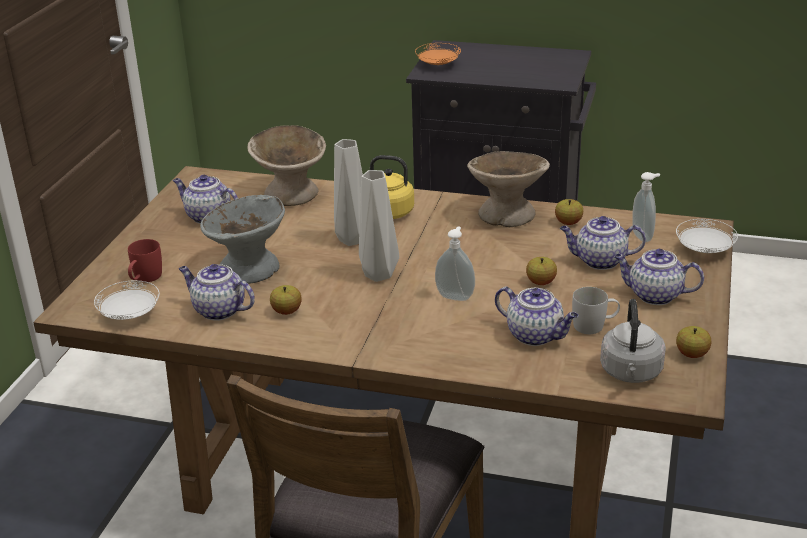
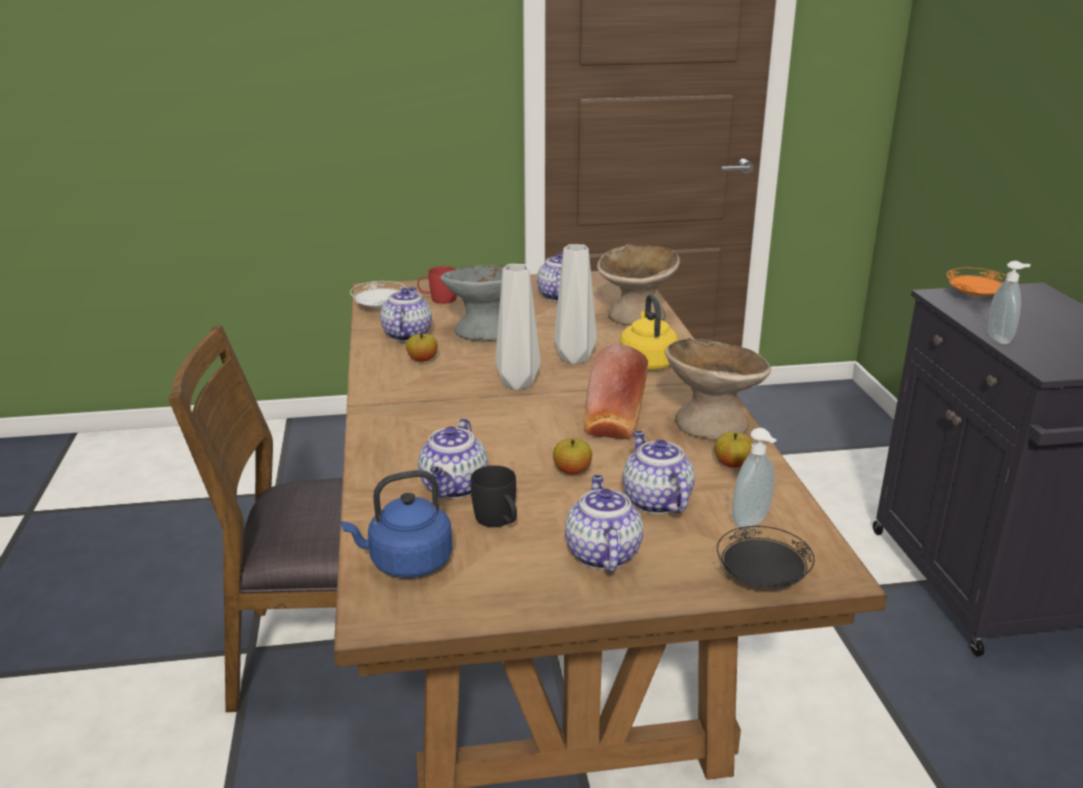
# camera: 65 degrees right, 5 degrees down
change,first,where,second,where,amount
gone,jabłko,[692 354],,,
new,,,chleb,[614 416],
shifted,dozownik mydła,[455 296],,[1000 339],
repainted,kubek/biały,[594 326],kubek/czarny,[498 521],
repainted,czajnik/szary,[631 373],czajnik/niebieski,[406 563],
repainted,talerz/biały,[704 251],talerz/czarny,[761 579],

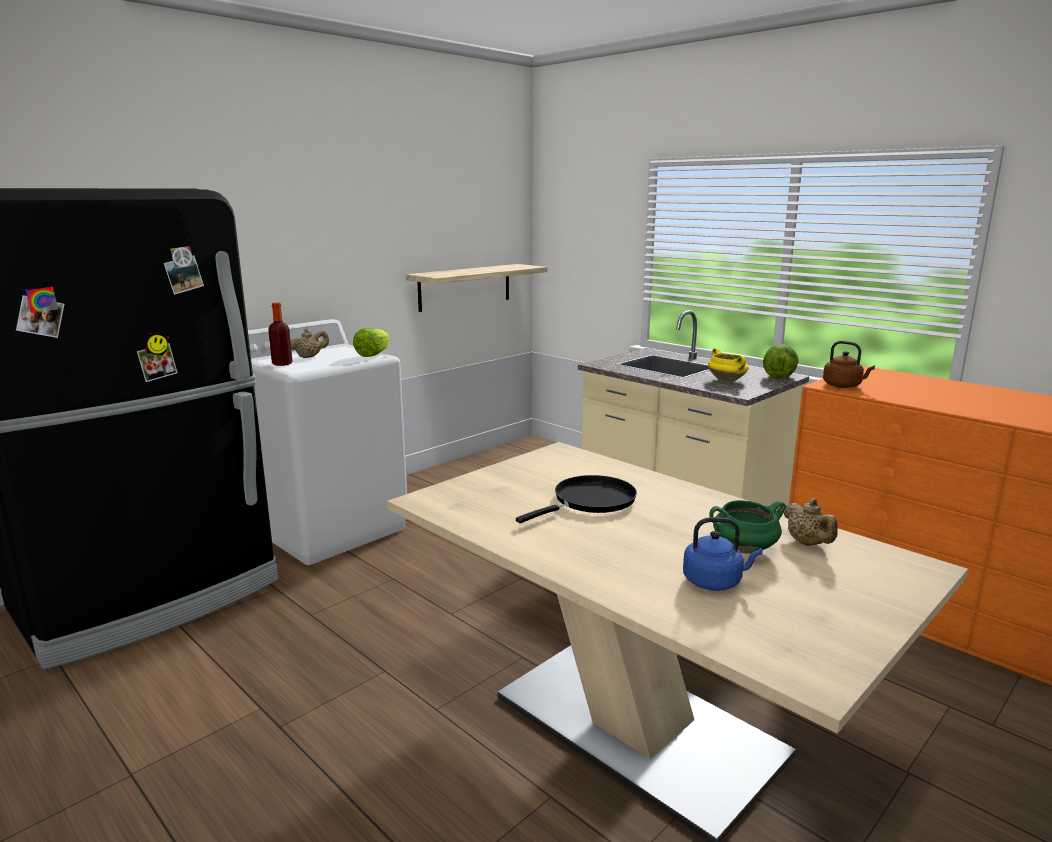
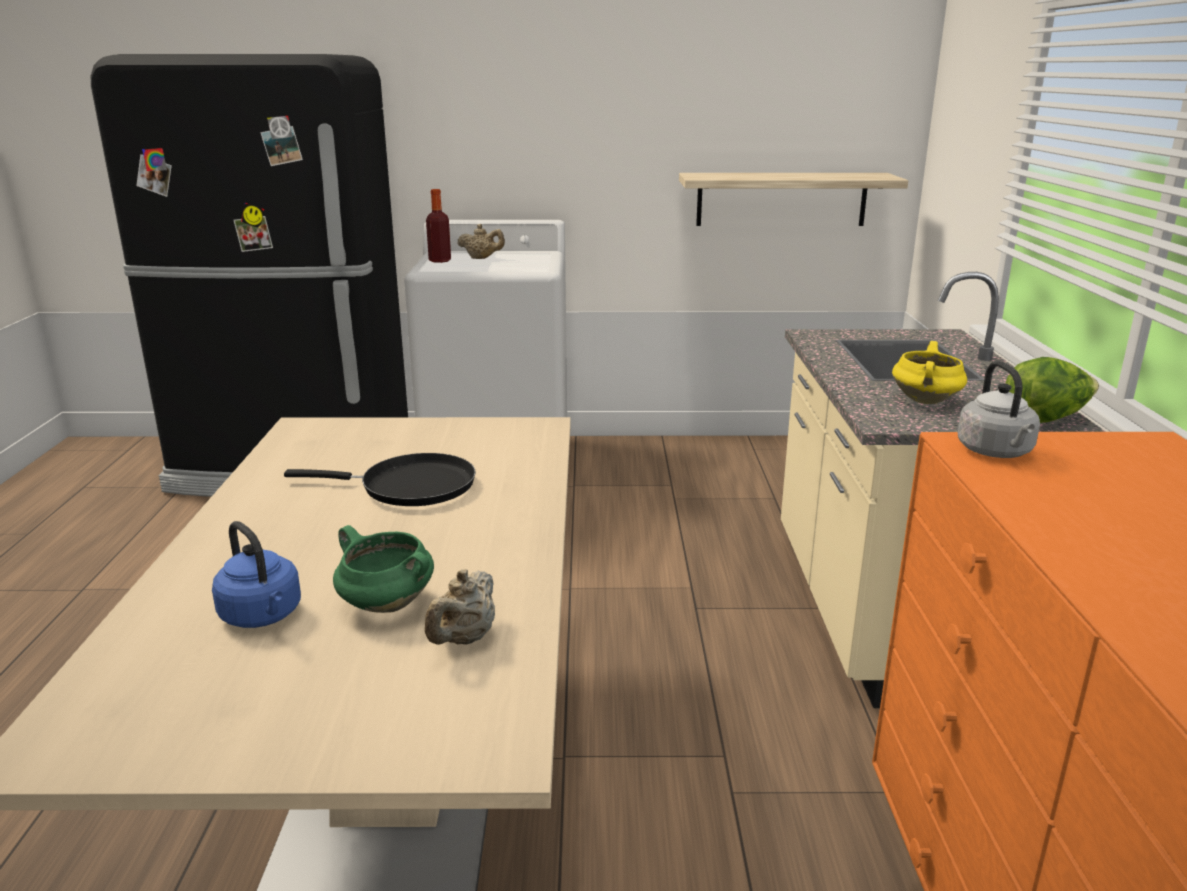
# camera: 45 degrees right, 5 degrees up
change,first,where,second,where,amount
gone,sałata,[373 354],,,
repainted,czajnik/brązowy,[844 386],czajnik/szary,[996 452],

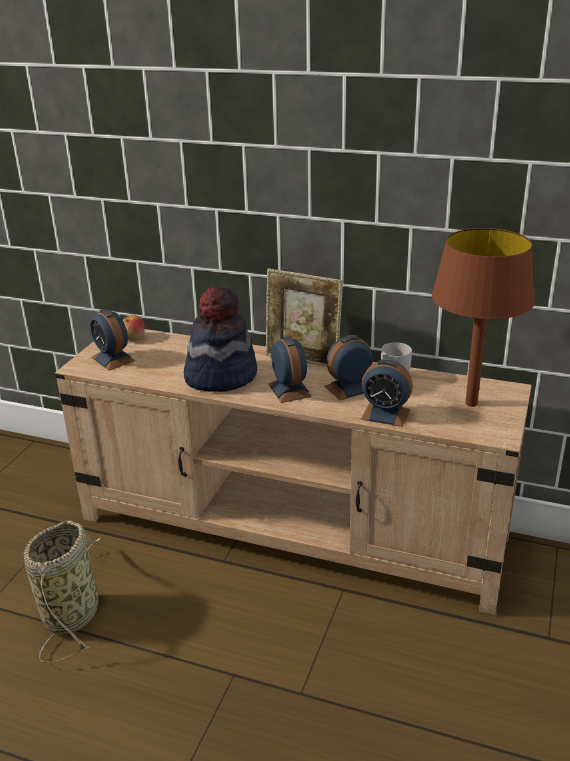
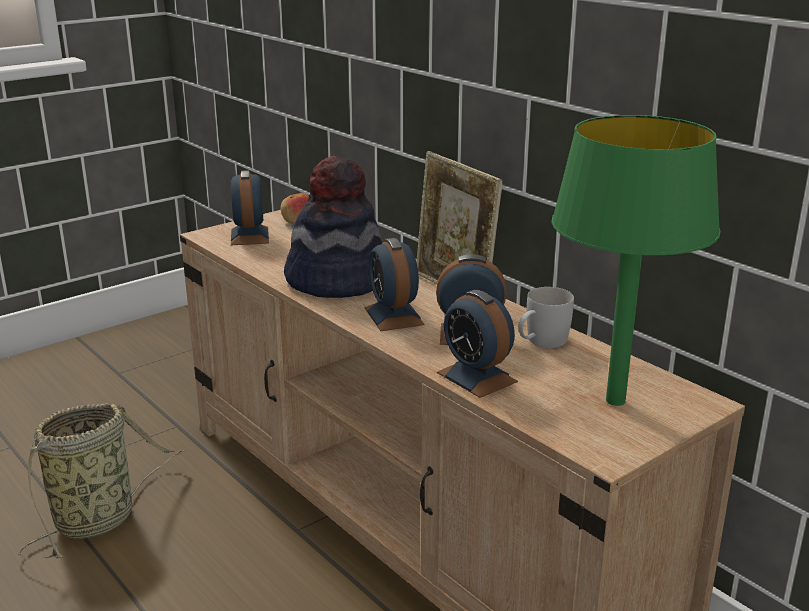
# camera: 30 degrees right, 5 degrees down
change,first,where,second,where,amount
repainted,lampa stołowa/brązowy,[471 403],lampa stołowa/zielony,[616 401],
rotated,budzik,[289 390],,[393 316],150 degrees clockwise

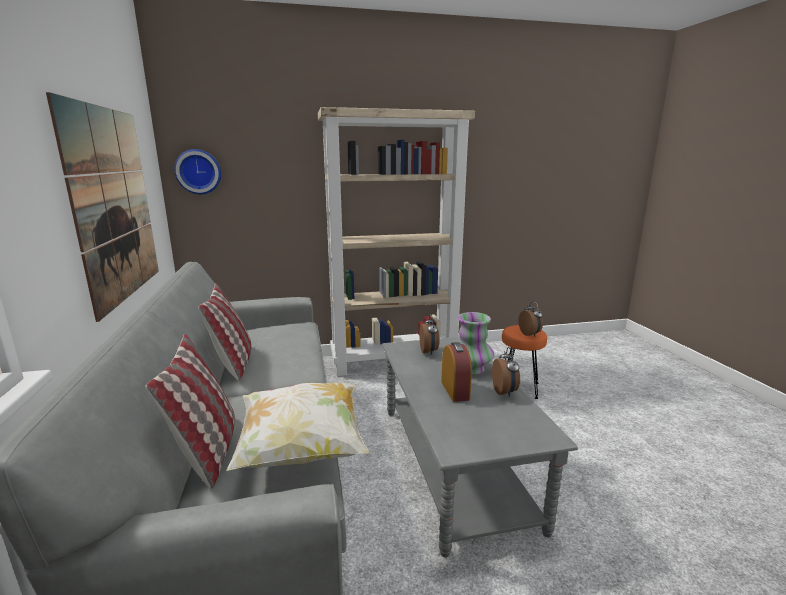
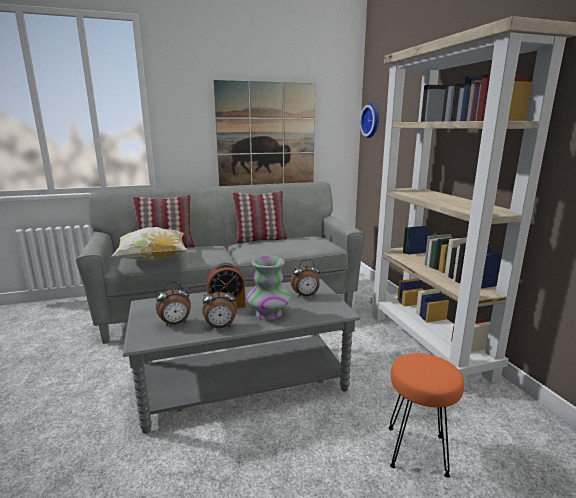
# camera: 85 degrees right, 0 degrees up
change,first,where,second,where,amount
shifted,budzik,[530 334],,[175 324],

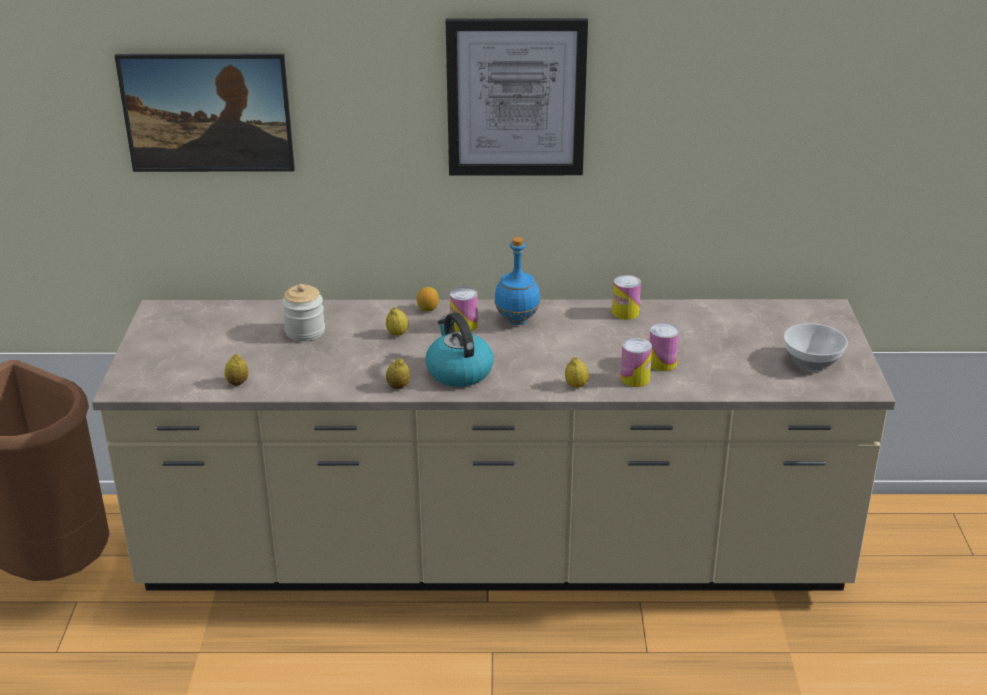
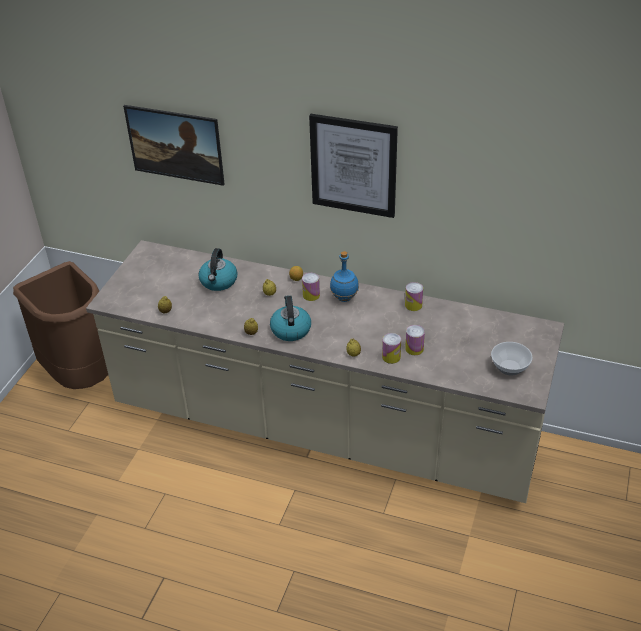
# camera: 20 degrees right, 10 degrees up
change,first,where,second,where,amount
swapped,słoik,[305 332],czajnik,[218 282],

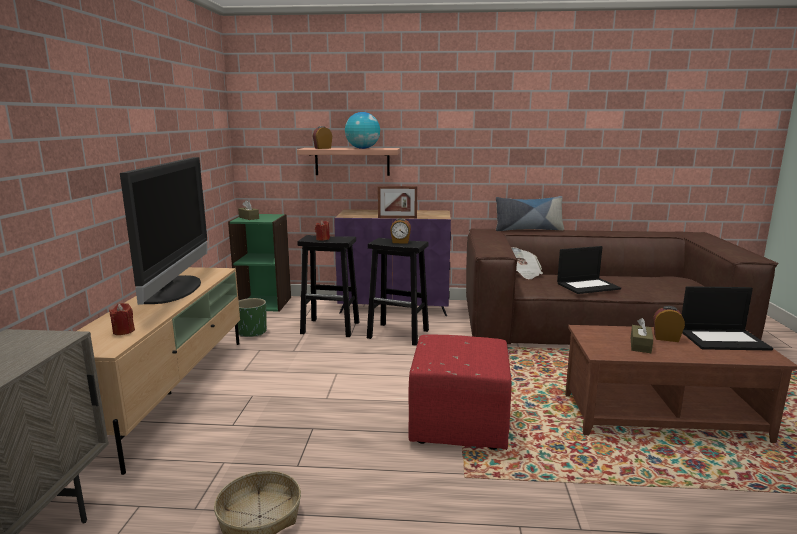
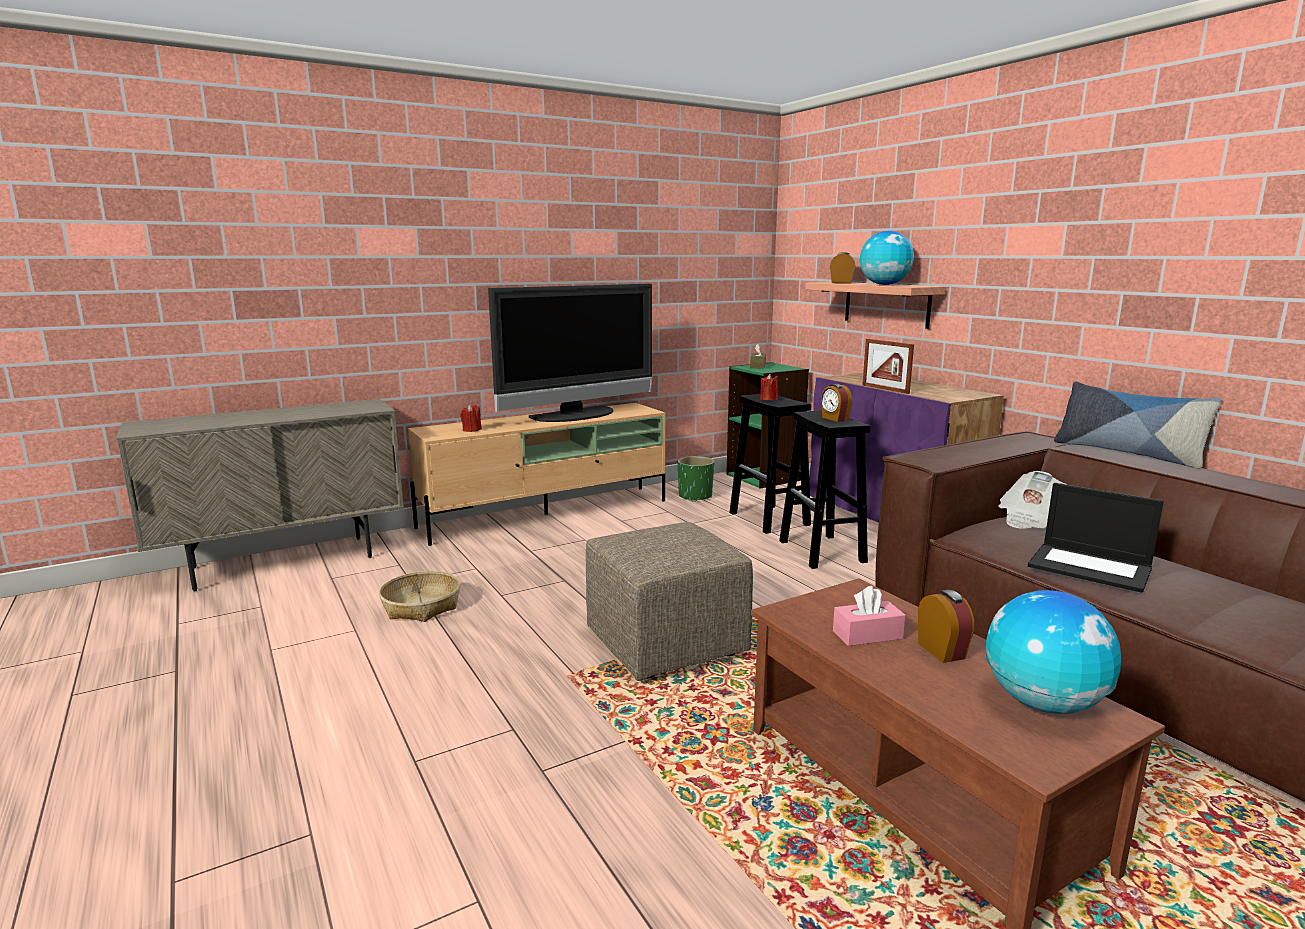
# camera: 55 degrees right, 0 degrees up
change,first,where,second,where,amount
swapped,laptop,[723 339],globus,[1043 703],
repainted,pufa/czerwony,[458 424],pufa/beżowy,[667 643],
repainted,pudełko chusteczek/brązowy,[640 345],pudełko chusteczek/różowy,[867 635],

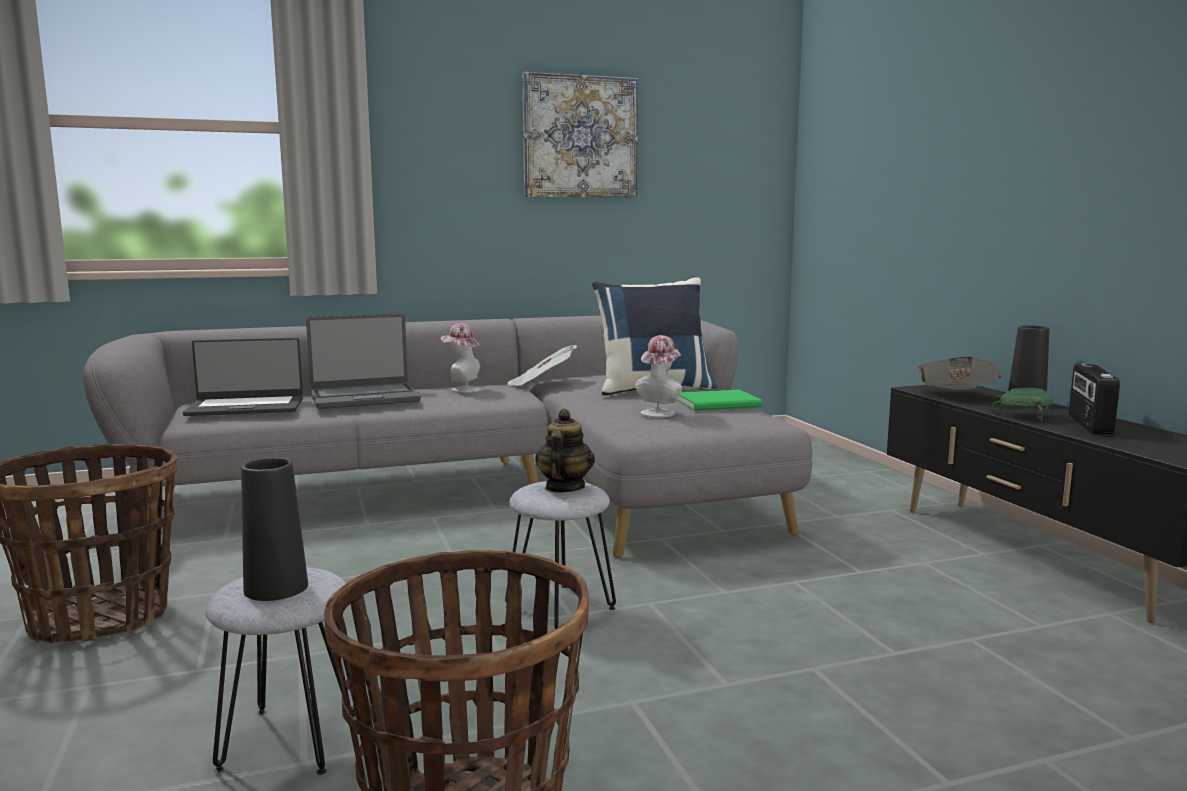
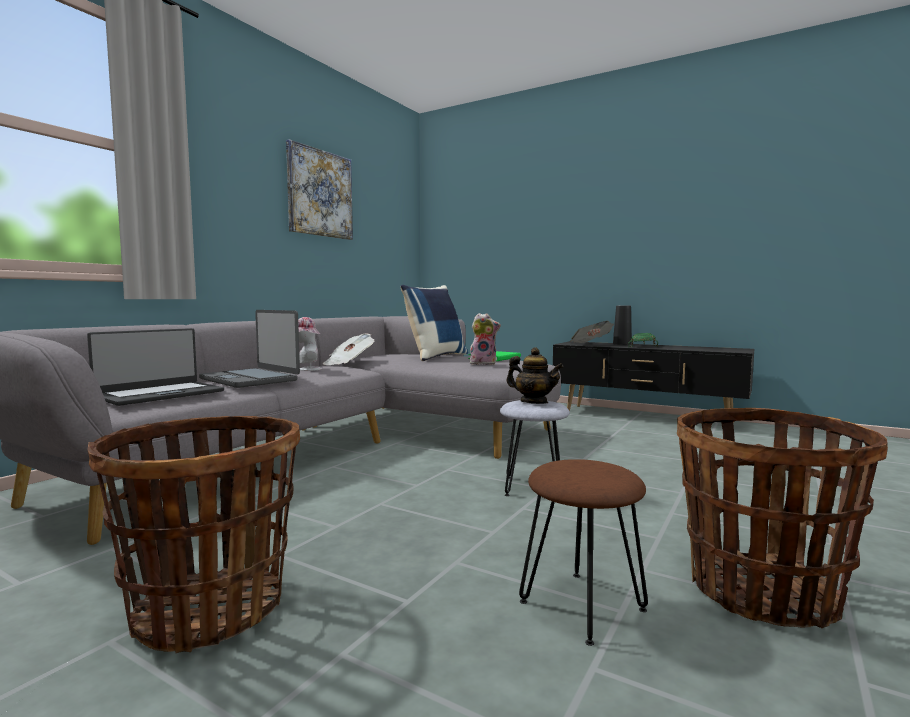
# camera: 40 degrees left, 5 degrees down
change,first,where,second,where,amount
gone,wazon/czarny,[276 588],,,
gone,radio,[1088 424],,,
swapped,kapelusz,[660 412],pluszak,[483 363],
repainted,stołek/szary,[288 740],stołek/brązowy,[581 606],
rotated,laptop,[364 398],,[250 379],105 degrees clockwise
rotated,imbryk,[564 488],,[534 402],150 degrees clockwise

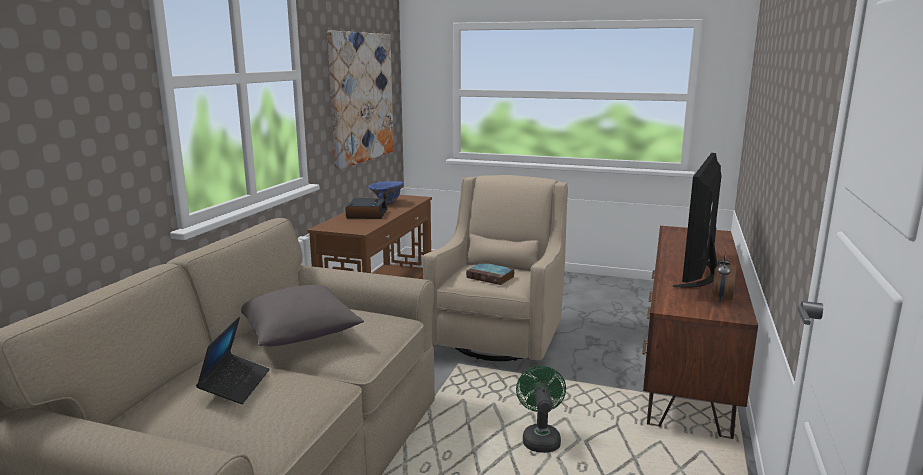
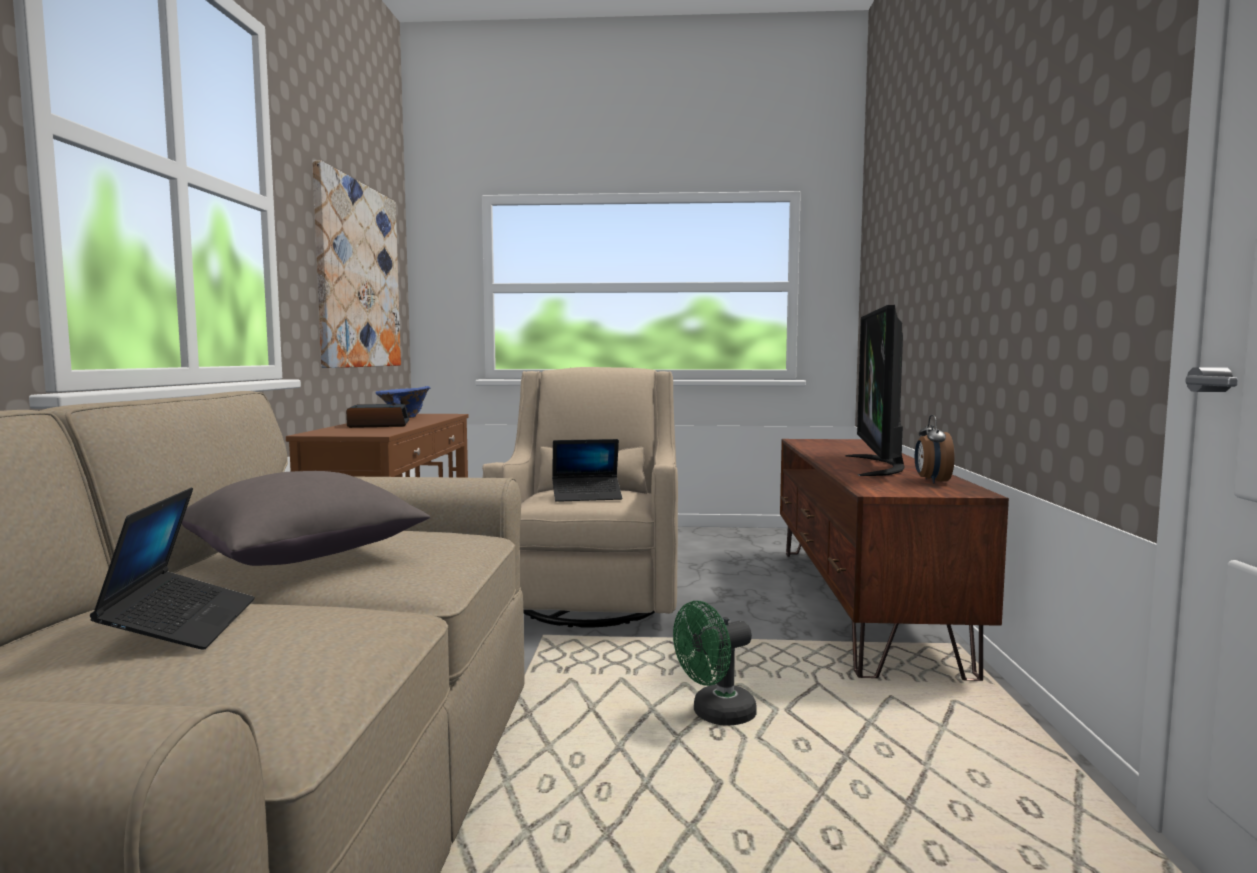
# camera: 15 degrees left, 10 degrees down
change,first,where,second,where,amount
swapped,książka,[491 277],laptop,[587 496],
rotated,wentylator/zielony,[540 438],,[715 715],105 degrees counterclockwise

